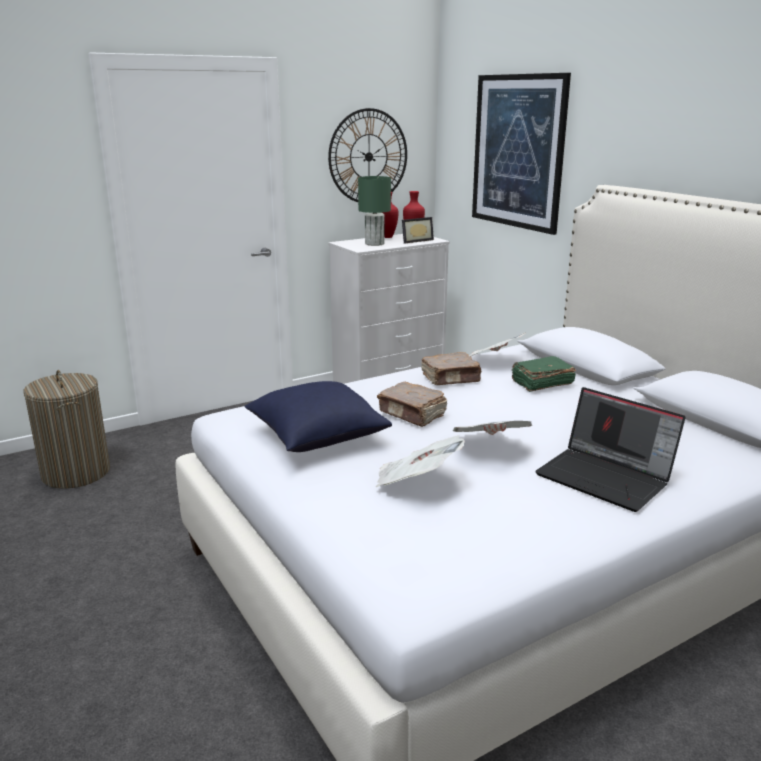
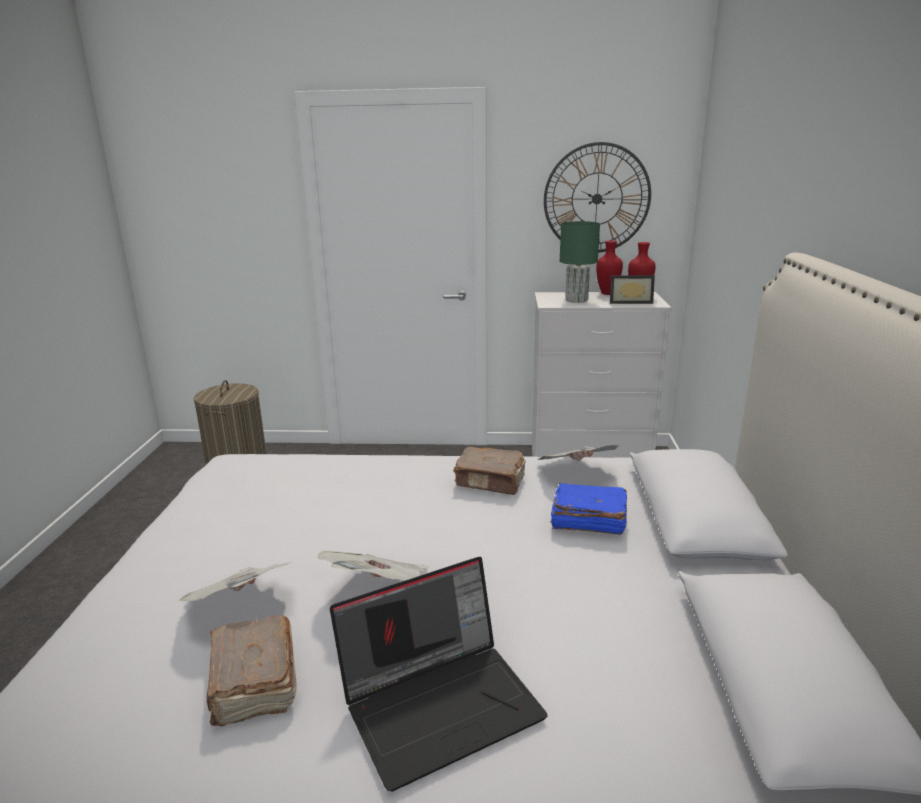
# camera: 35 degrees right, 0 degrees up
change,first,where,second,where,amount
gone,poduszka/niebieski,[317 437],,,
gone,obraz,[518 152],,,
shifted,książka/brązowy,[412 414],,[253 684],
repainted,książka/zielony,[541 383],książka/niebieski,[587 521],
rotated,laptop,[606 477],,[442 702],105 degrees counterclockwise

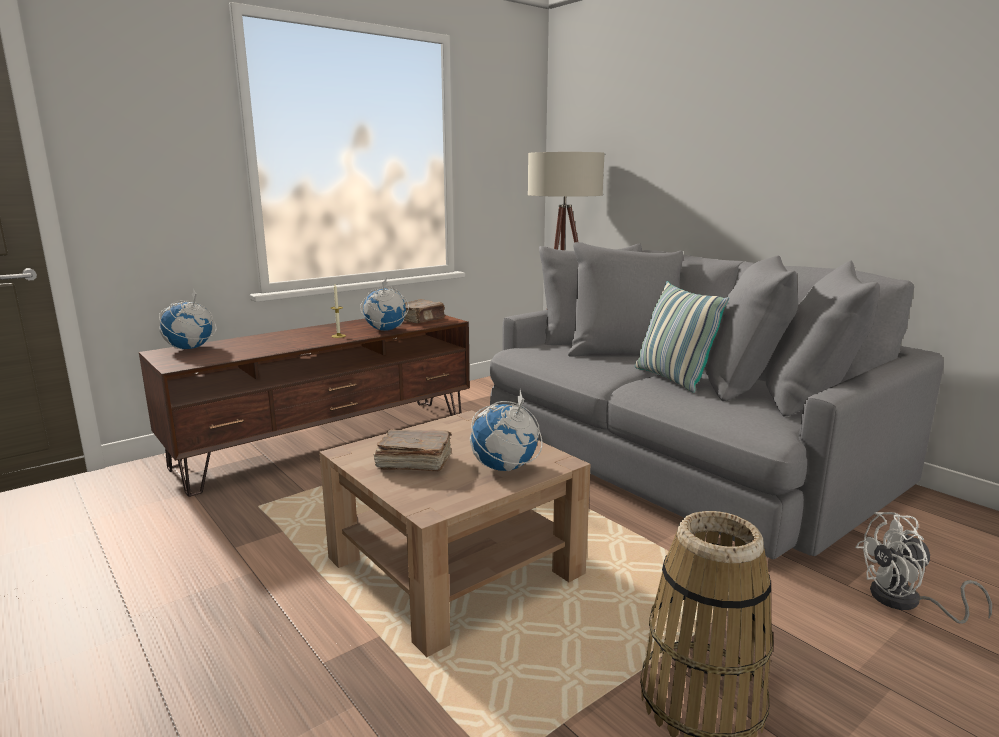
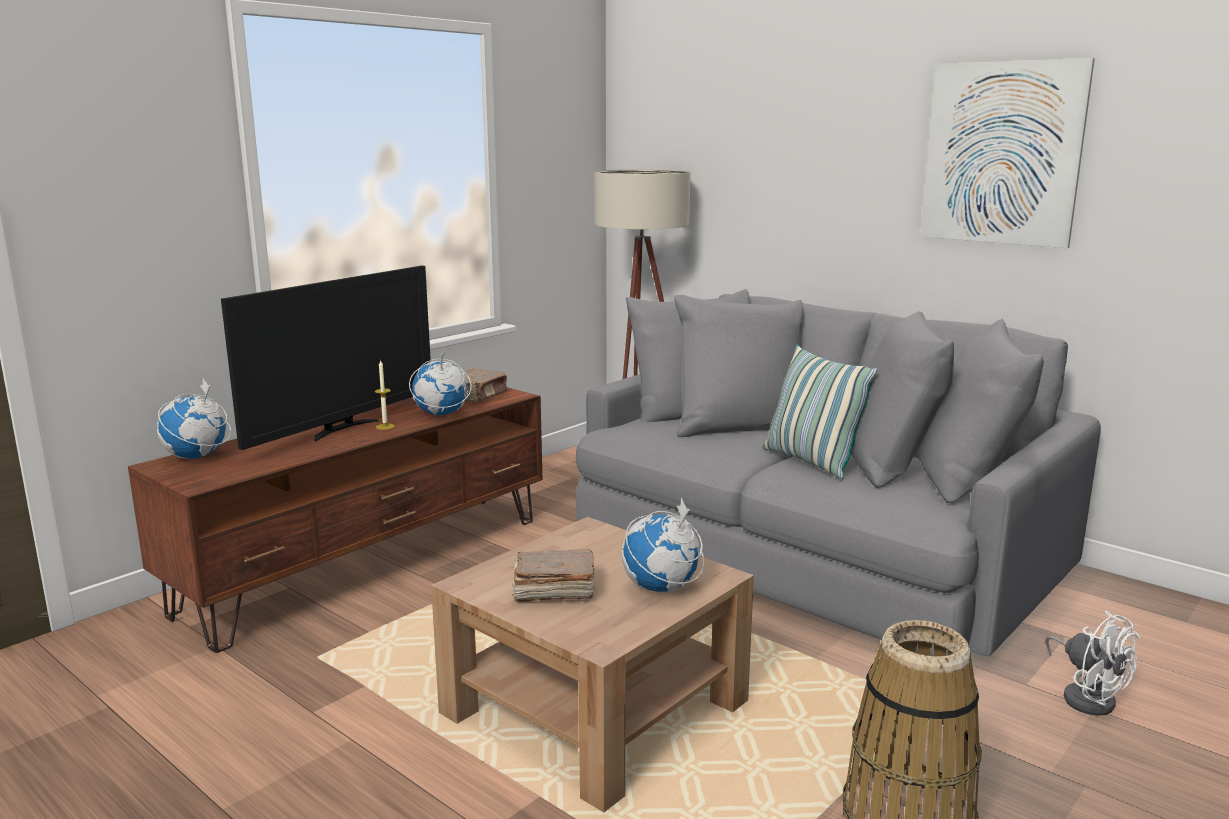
# camera: 10 degrees left, 0 degrees up
change,first,where,second,where,amount
new,,,telewizor,[342 429],
new,,,obraz,[1002 153],
rotated,wentylator/biały,[906 602],,[1086 696],105 degrees counterclockwise

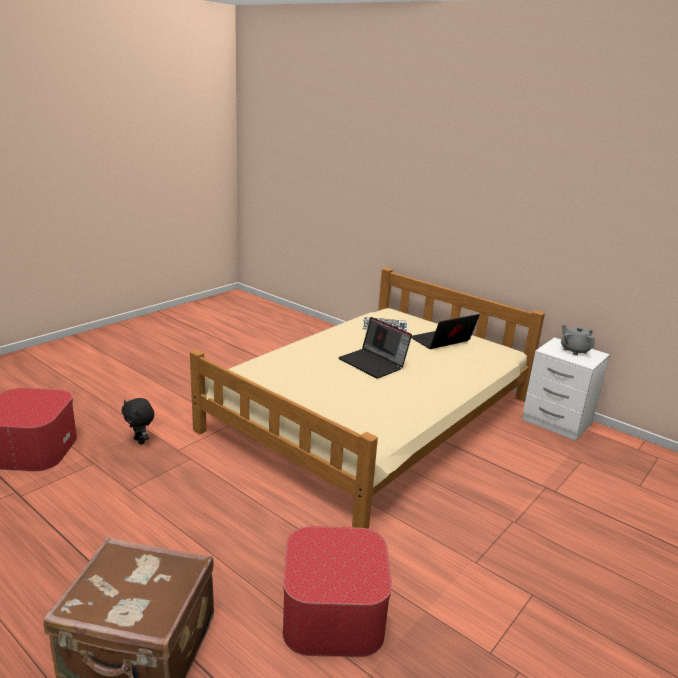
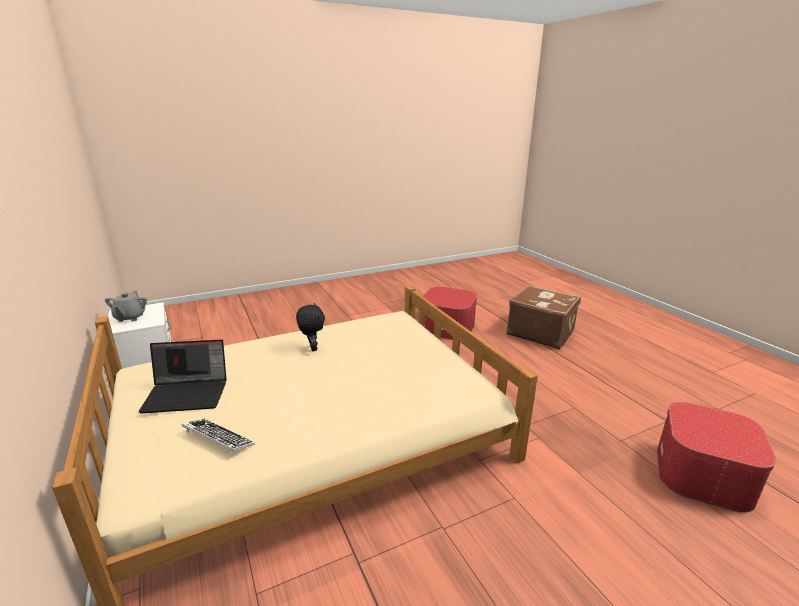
# camera: 155 degrees left, 0 degrees up
change,first,where,second,where,amount
gone,laptop,[374 363],,,
shifted,pluszak/czarny,[140 441],,[312 348],

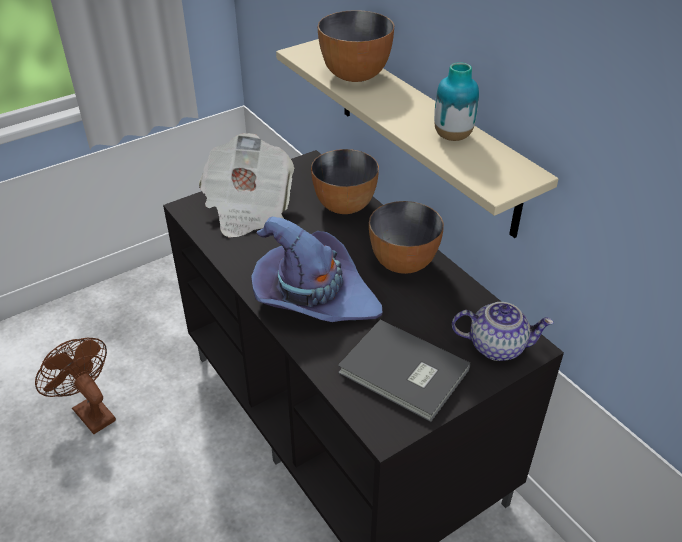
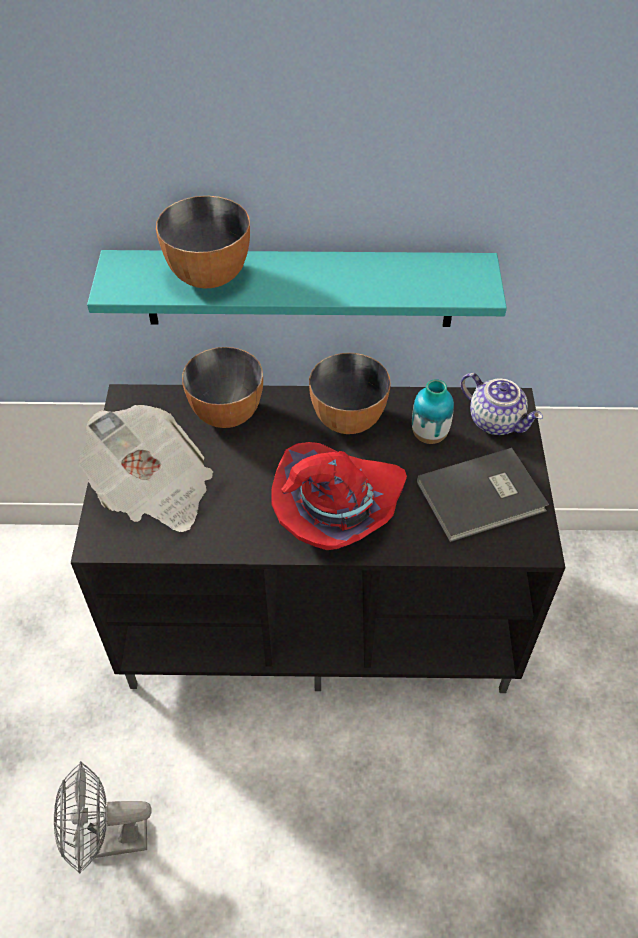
# camera: 55 degrees left, 10 degrees up
change,first,where,second,where,amount
shifted,wazon,[452 136],,[429 435],
repainted,wentylator/brązowy,[89 411],wentylator/szary,[108 840],
repainted,kapelusz/fioletowy,[313 296],kapelusz/czerwony,[337 508],
repainted,półka/beżowy,[424 133],półka/turkusowy,[299 288],
rotated,imbryk,[497 346],,[496 421],90 degrees clockwise

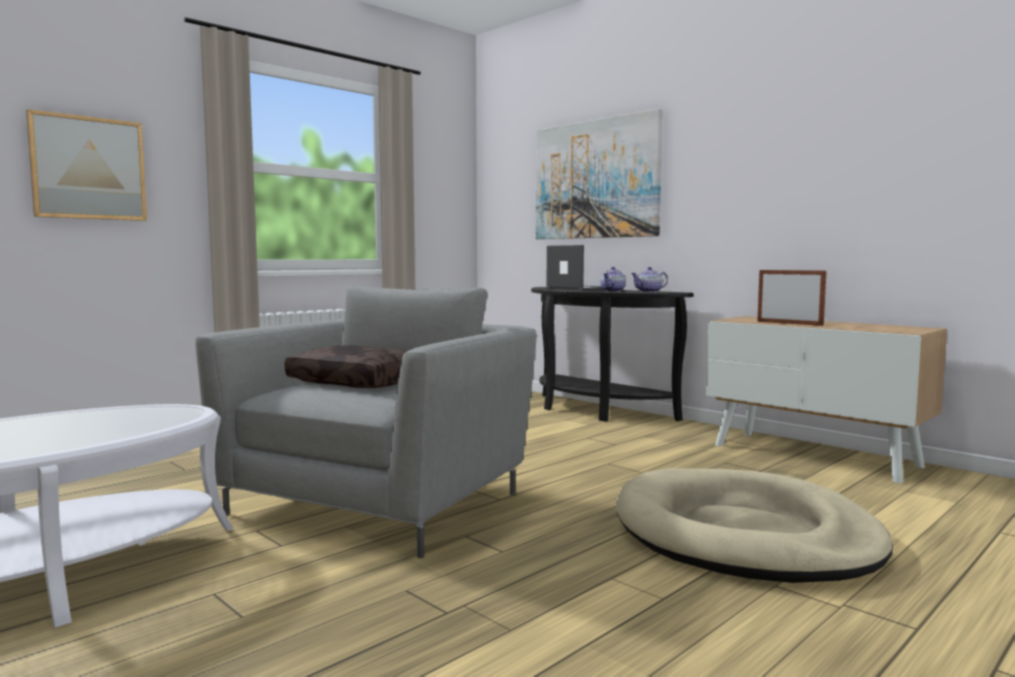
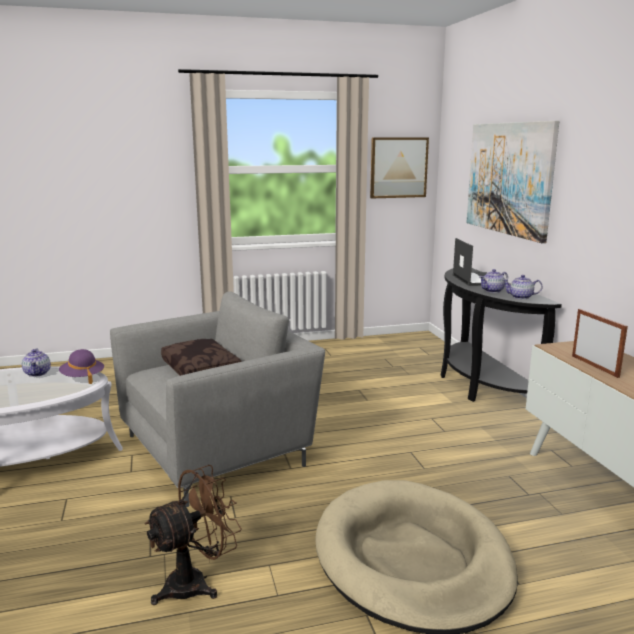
# camera: 30 degrees right, 10 degrees up
change,first,where,second,where,amount
new,,,imbryk,[38 373],
new,,,kapelusz/fioletowy,[82 377],
new,,,wentylator/brązowy,[196 582],
shifted,obraz,[88 168],,[398 167],

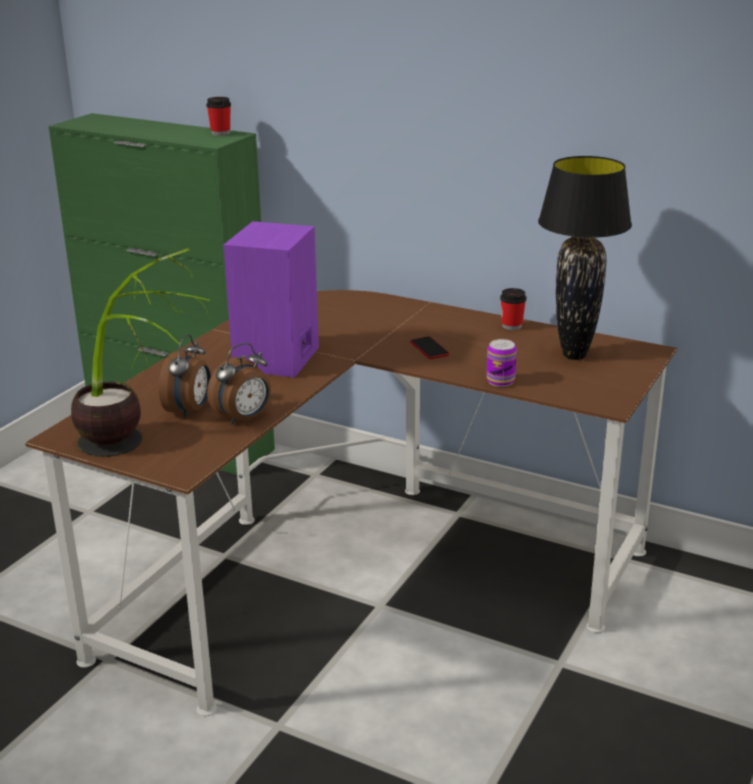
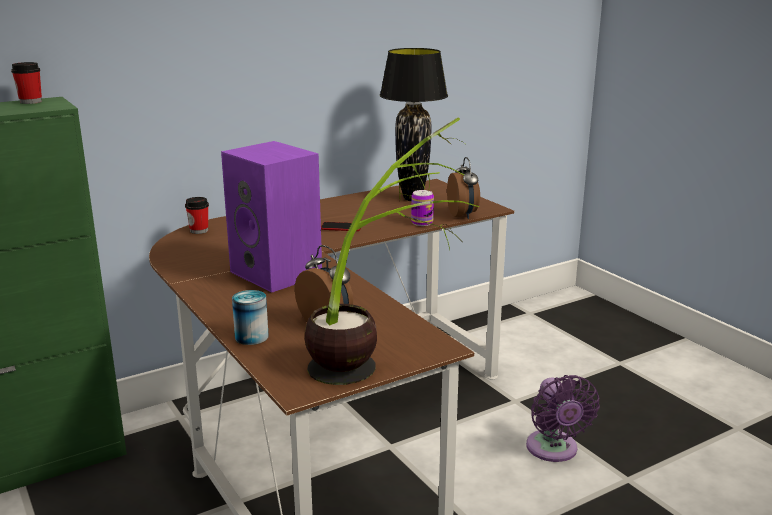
# camera: 60 degrees left, 5 degrees down
change,first,where,second,where,amount
new,,,puszka,[251 337],
new,,,wentylator/fioletowy,[553 450],
shifted,budzik,[244 419],,[463 215],
shifted,filiżanka,[511 326],,[199 230],

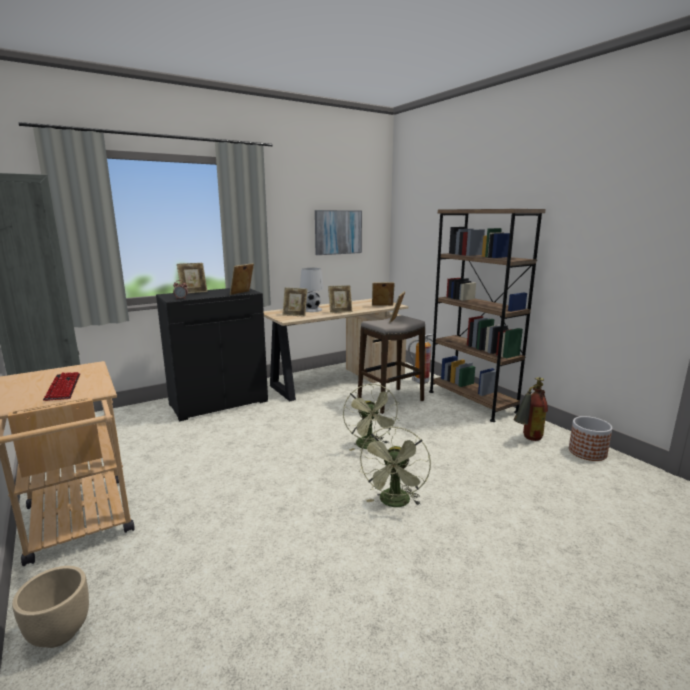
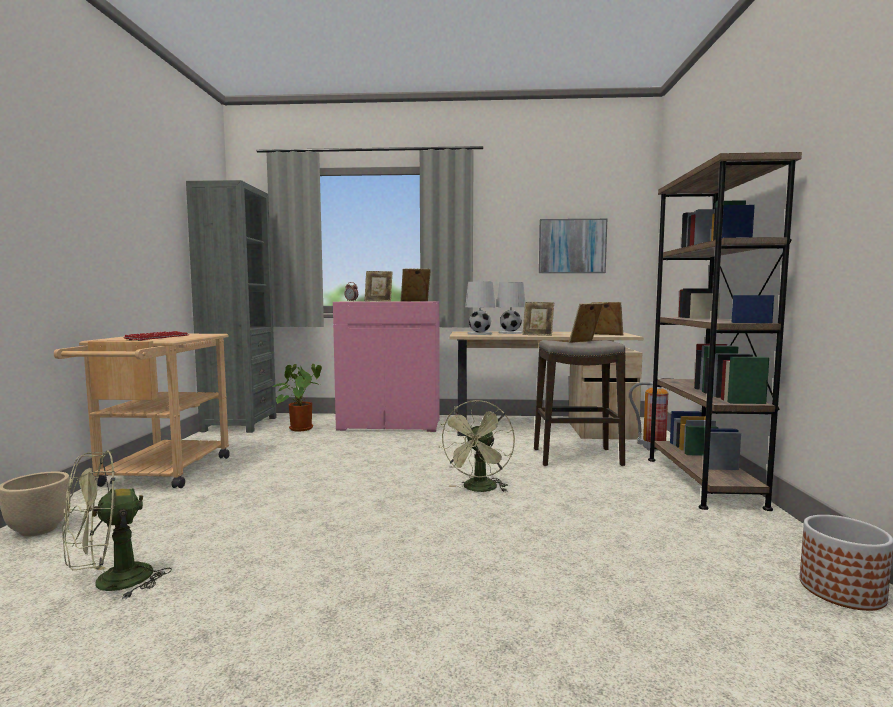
# camera: 35 degrees right, 10 degrees down
change,first,where,second,where,amount
gone,gaśnica,[527 439],,,
new,,,roślina doniczkowa,[300 428],
shifted,wentylator/zielony,[395 503],,[110 584],
swapped,ramka na zdjęcie,[295 315],lampa stołowa/biały,[480 334],
repainted,szafka/czarny,[219 402],szafka/różowy,[390 424],

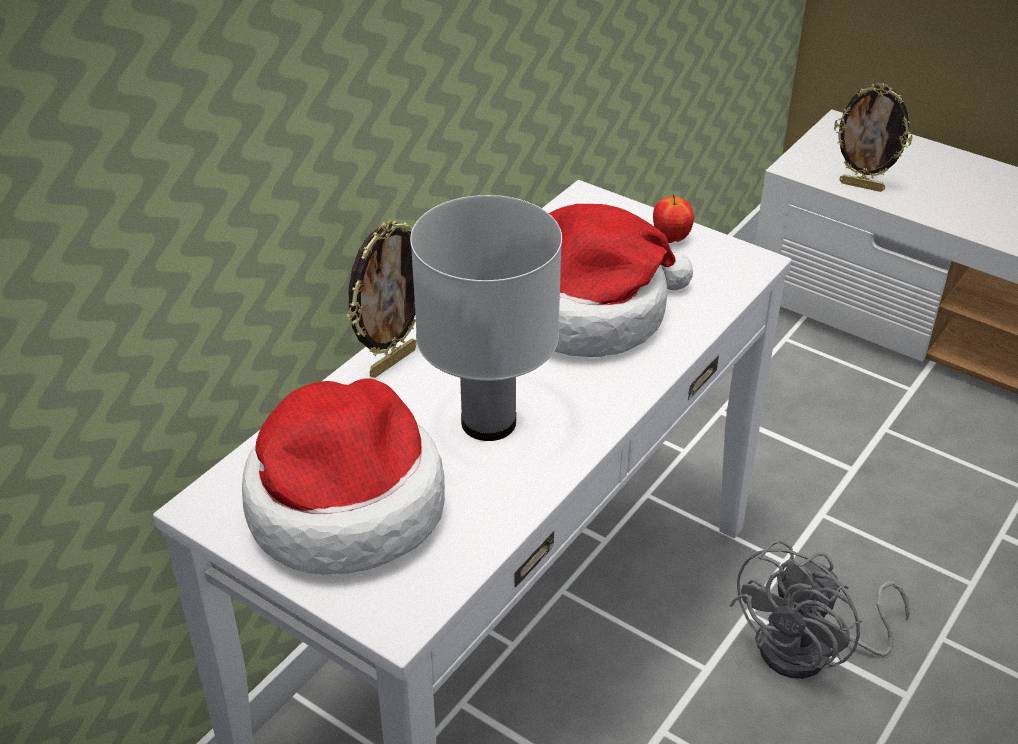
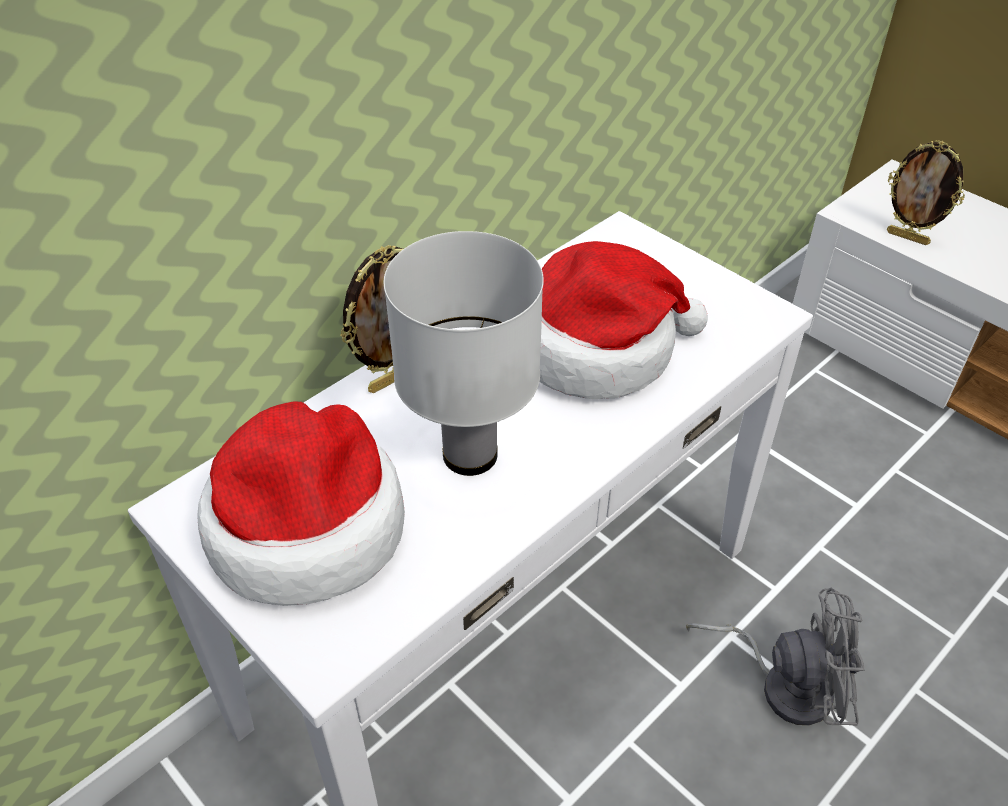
# camera: 10 degrees right, 5 degrees up
change,first,where,second,where,amount
gone,jabłko,[671 238],,,
rotated,wentylator/szary,[810 652],,[784 683],135 degrees counterclockwise

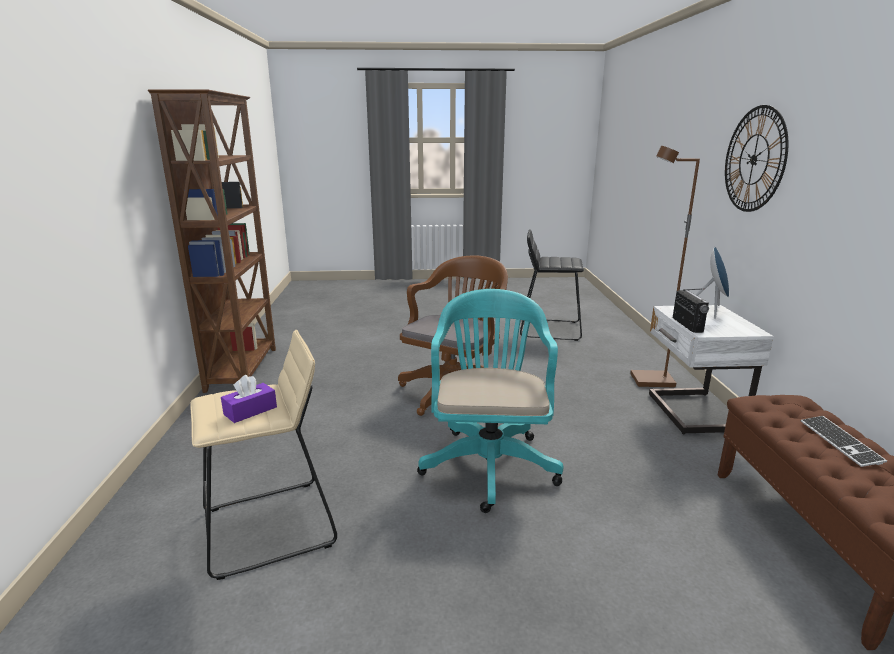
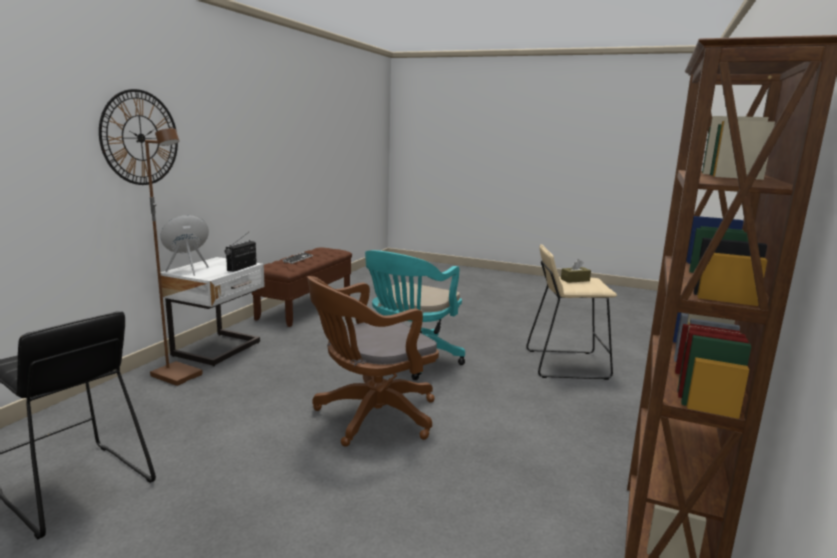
# camera: 155 degrees left, 5 degrees down
change,first,where,second,where,amount
repainted,pudełko chusteczek/fioletowy,[250 411],pudełko chusteczek/brązowy,[575 280],

